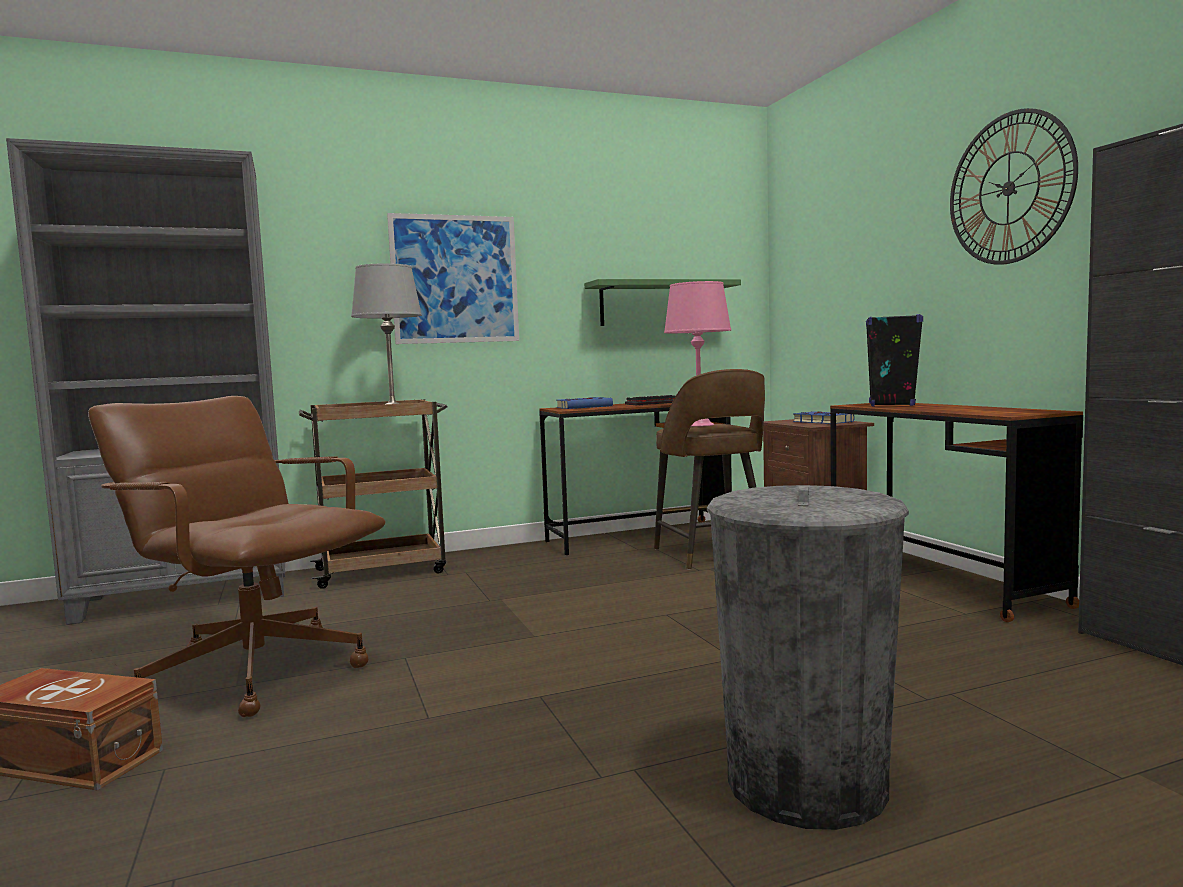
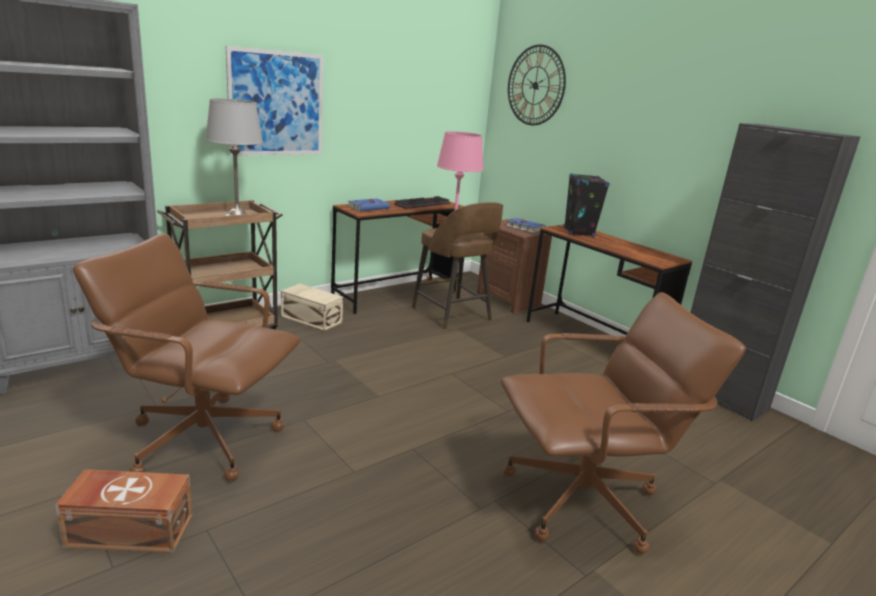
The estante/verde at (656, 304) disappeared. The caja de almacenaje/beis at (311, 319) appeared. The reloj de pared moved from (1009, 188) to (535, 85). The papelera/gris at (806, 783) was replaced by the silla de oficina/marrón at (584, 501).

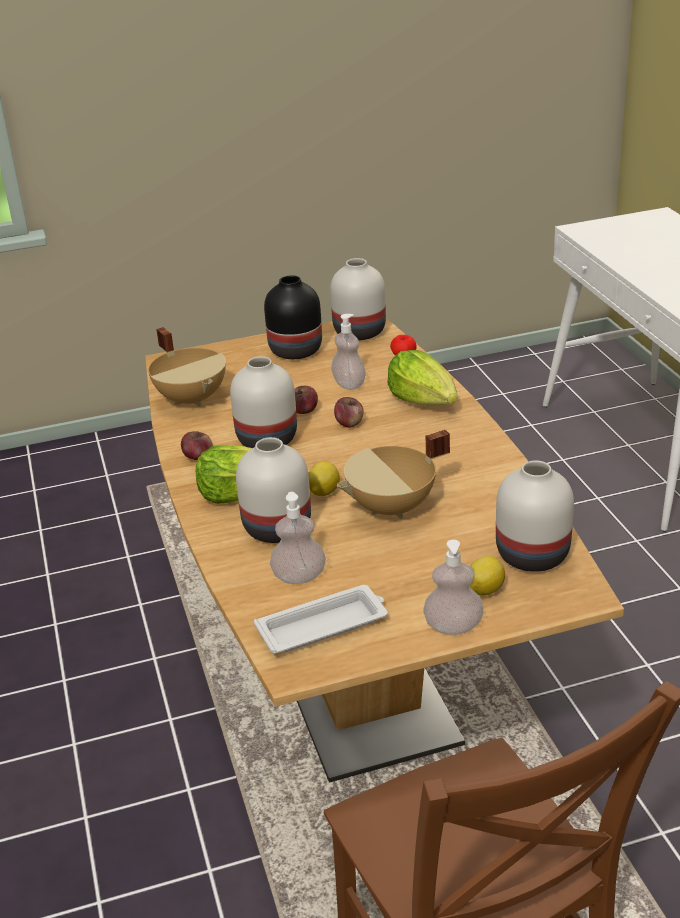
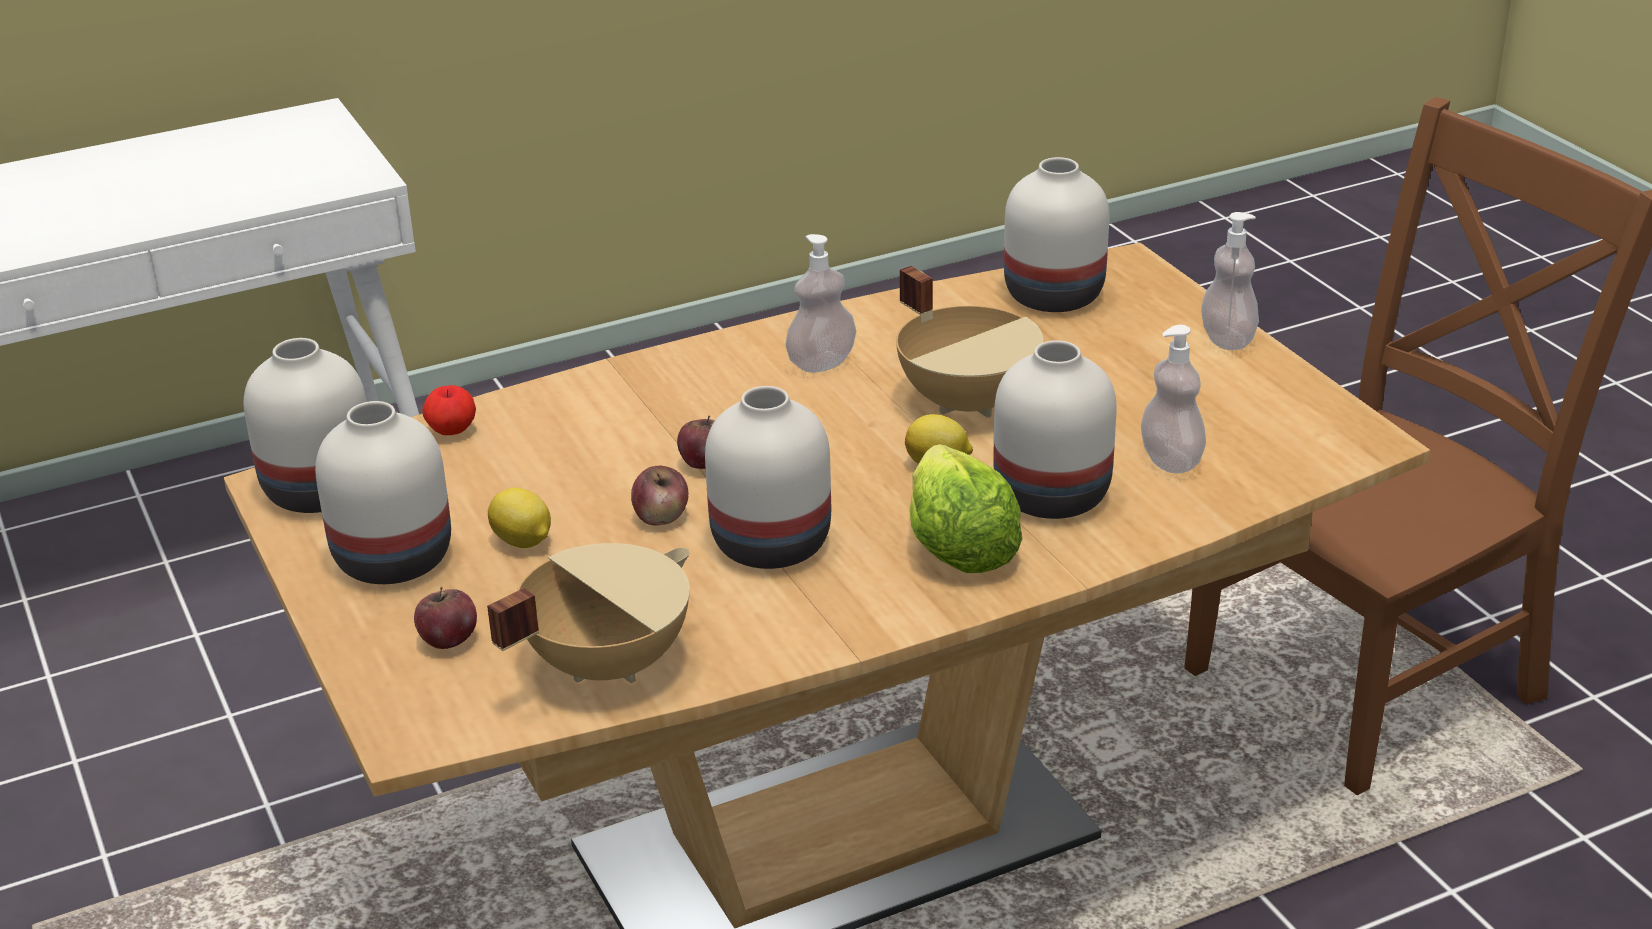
The bandeja/blanco at (324, 626) disappeared. The lechuga at (424, 400) disappeared. The manzana moved from (198, 457) to (448, 640). The dispensador de jabón moved from (349, 384) to (821, 363). The limón moved from (483, 590) to (523, 542). The florero/negro at (296, 350) became the florero/blanco at (390, 559).

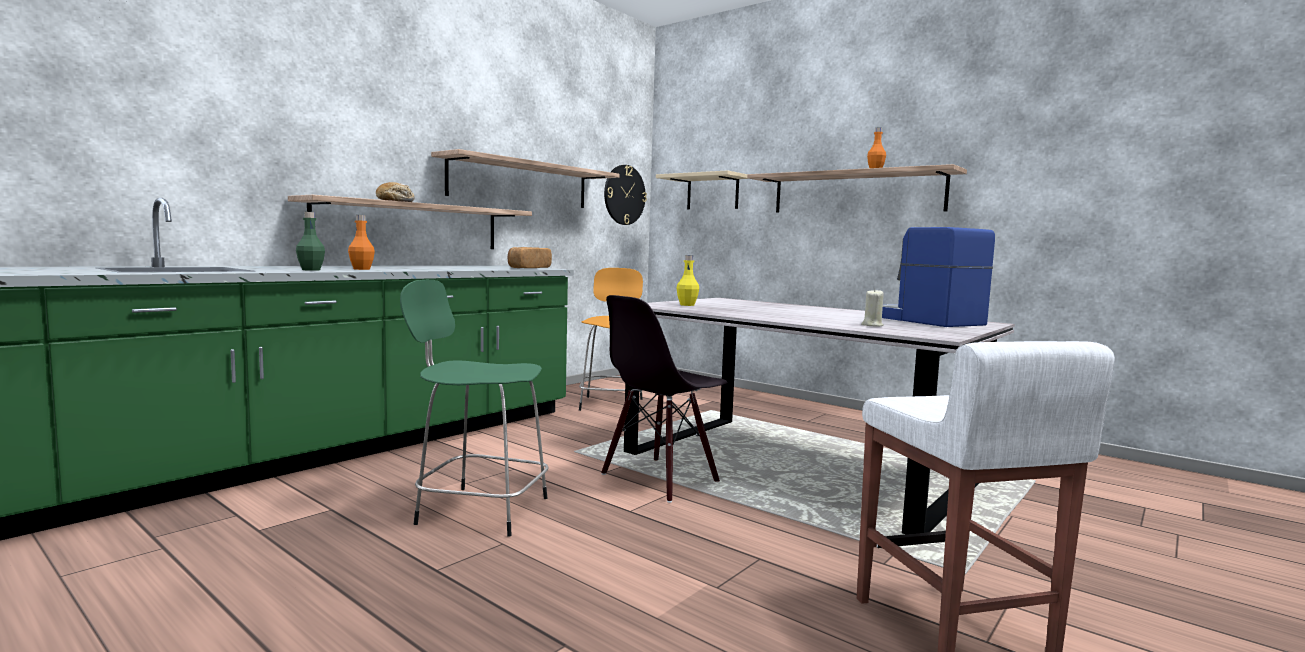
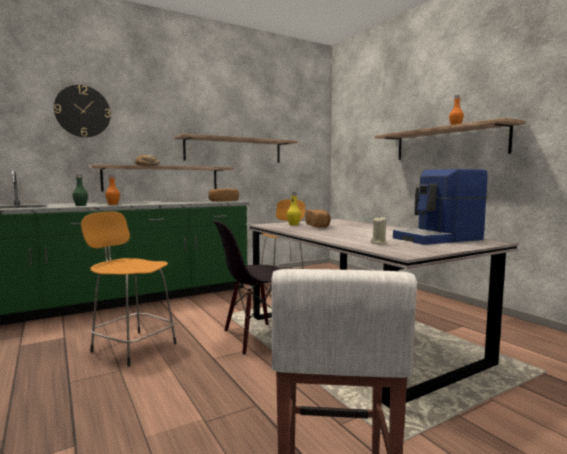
The estante/beis at (712, 192) disappeared. The pan at (318, 226) appeared. The reloj de pared moved from (624, 195) to (83, 111). The taburete/verde at (479, 510) became the taburete/naranja at (132, 347). The cafetera at (923, 320) turned 105 degrees counterclockwise.

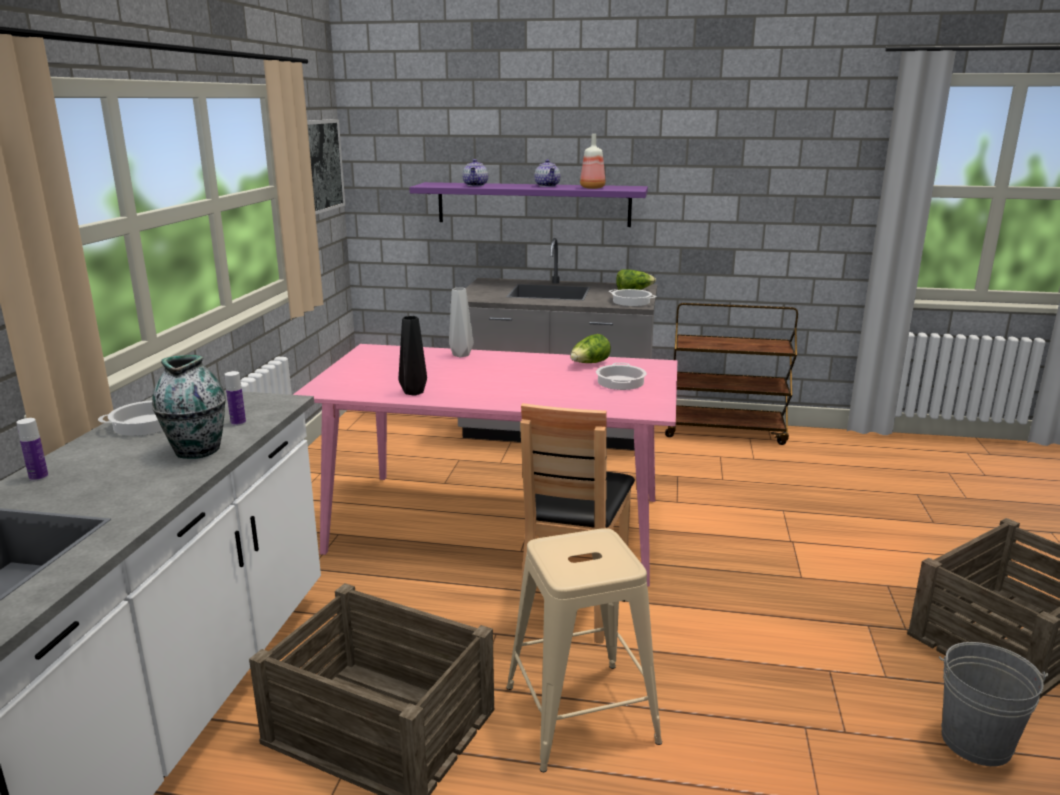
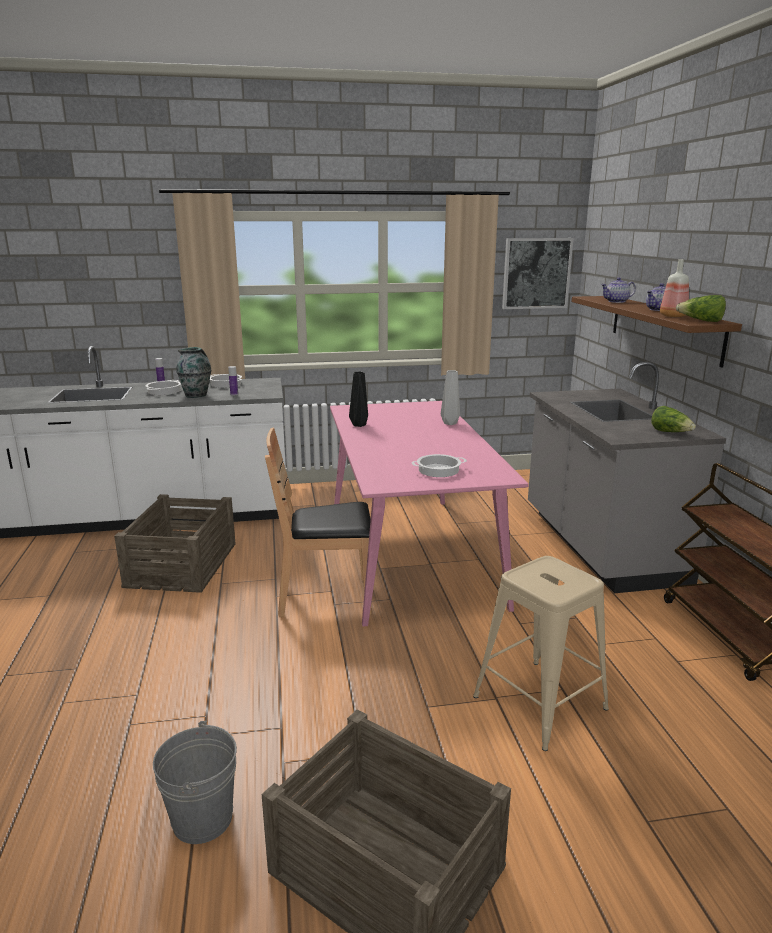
The taburete/beis moved from (580, 715) to (539, 702). The lechuga moved from (589, 364) to (701, 321). The olla moved from (630, 302) to (164, 391). The estante/morado at (533, 204) became the estante/marrón at (664, 327).

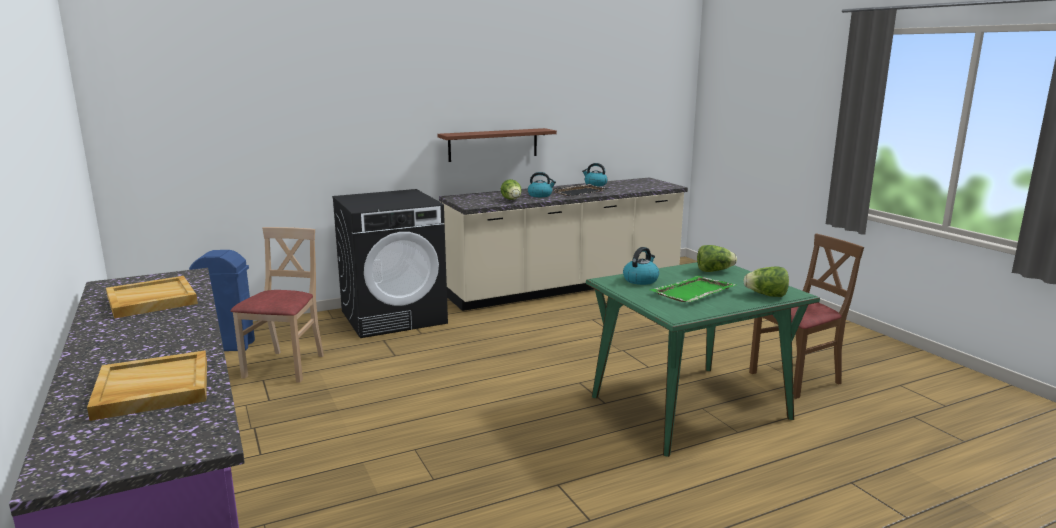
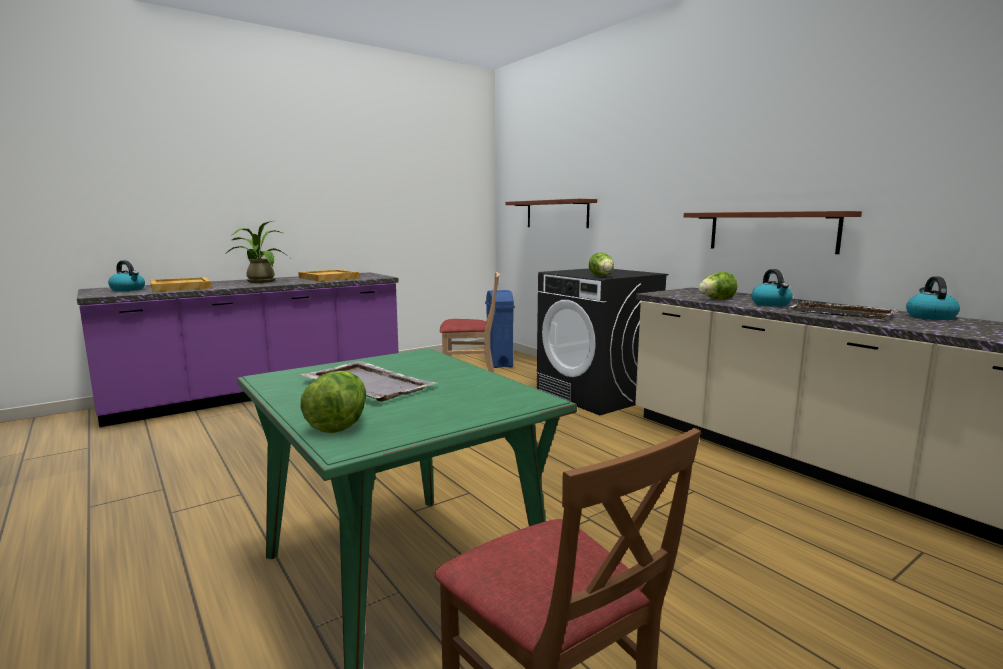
The planta en maceta at (259, 281) appeared. The estante/marrón at (556, 214) appeared. The hervidor moved from (640, 280) to (128, 289). The lechuga moved from (714, 271) to (602, 276). The bandeja/verde at (692, 292) became the bandeja/gris at (367, 384).

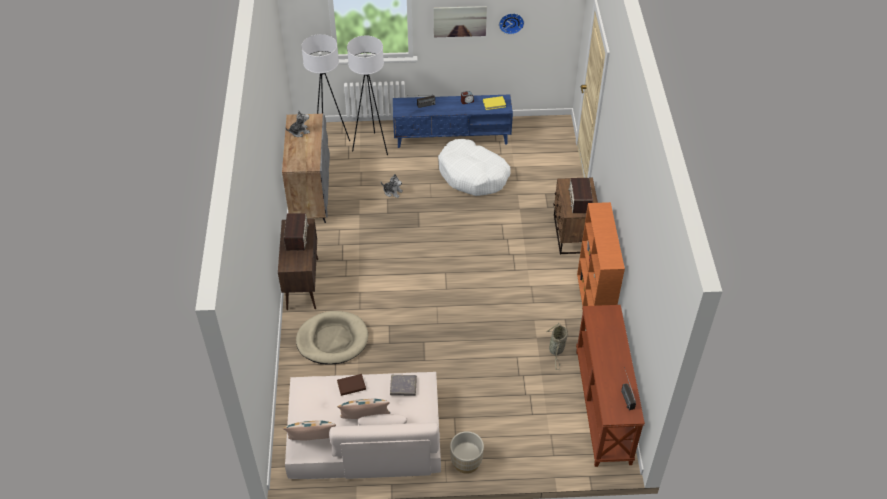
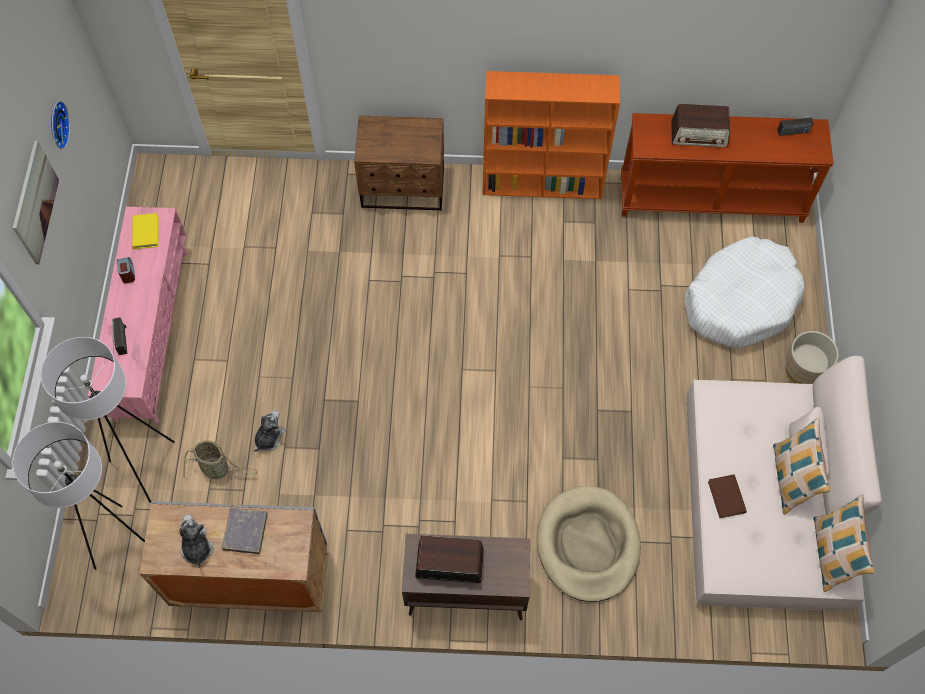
The libro/gris moved from (403, 386) to (245, 532). The cama para perro/blanco moved from (473, 175) to (740, 300). The cesta moved from (556, 350) to (217, 469). The radio moved from (579, 201) to (699, 134). The mueble de televisión/azul at (452, 137) became the mueble de televisión/rosa at (151, 333).

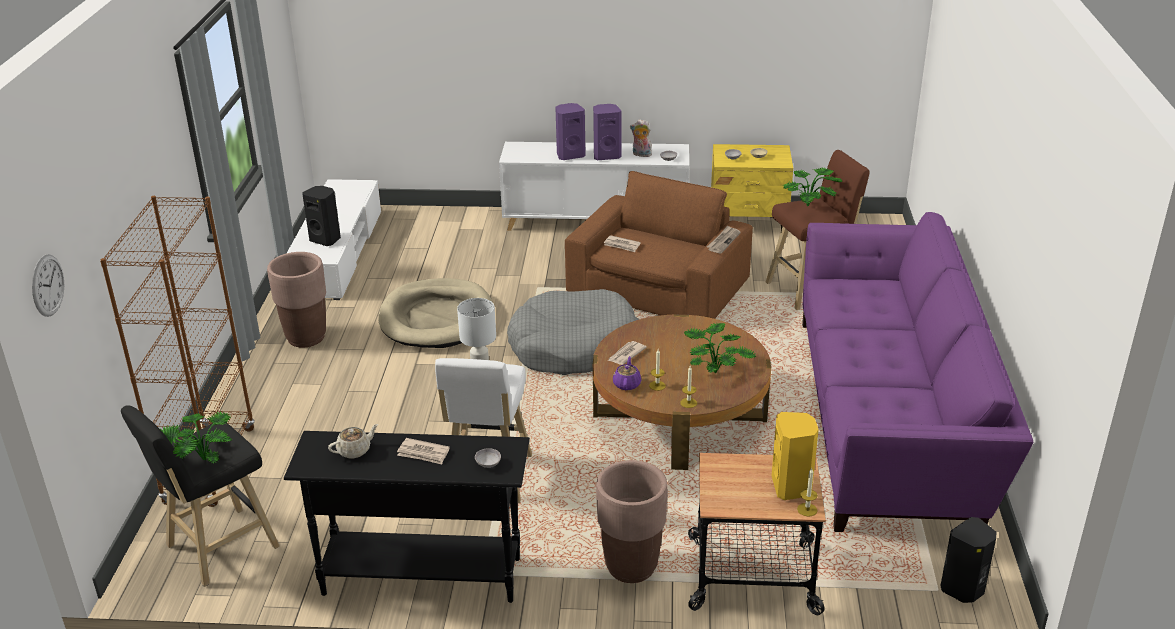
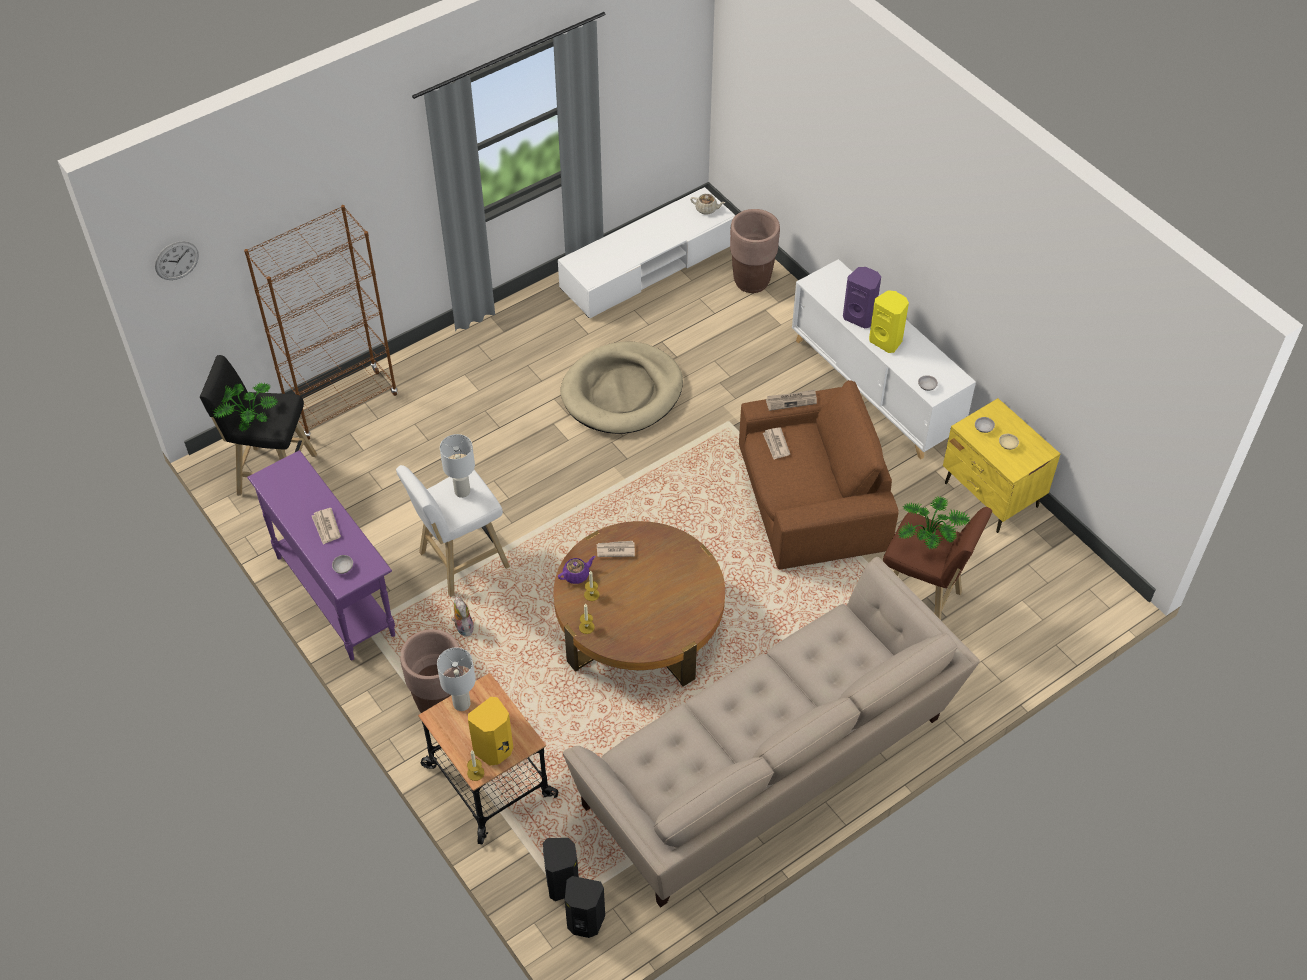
The cama para perro/gris at (574, 347) disappeared. The planta en maceta at (716, 370) disappeared. The lámpara de mesa/blanco at (462, 703) appeared. The maceta/marrón moved from (306, 337) to (751, 281). The altavoz/negro moved from (326, 239) to (563, 883). The tetera/beis moved from (355, 450) to (706, 209). The peluche moved from (641, 154) to (463, 627). The periódico moved from (723, 241) to (791, 401). The mesa consola/negro at (421, 576) became the mesa consola/morado at (335, 595). The altavoz/morado at (606, 155) became the altavoz/amarillo at (886, 341). The sofá/morado at (891, 419) became the sofá/beis at (767, 769).

